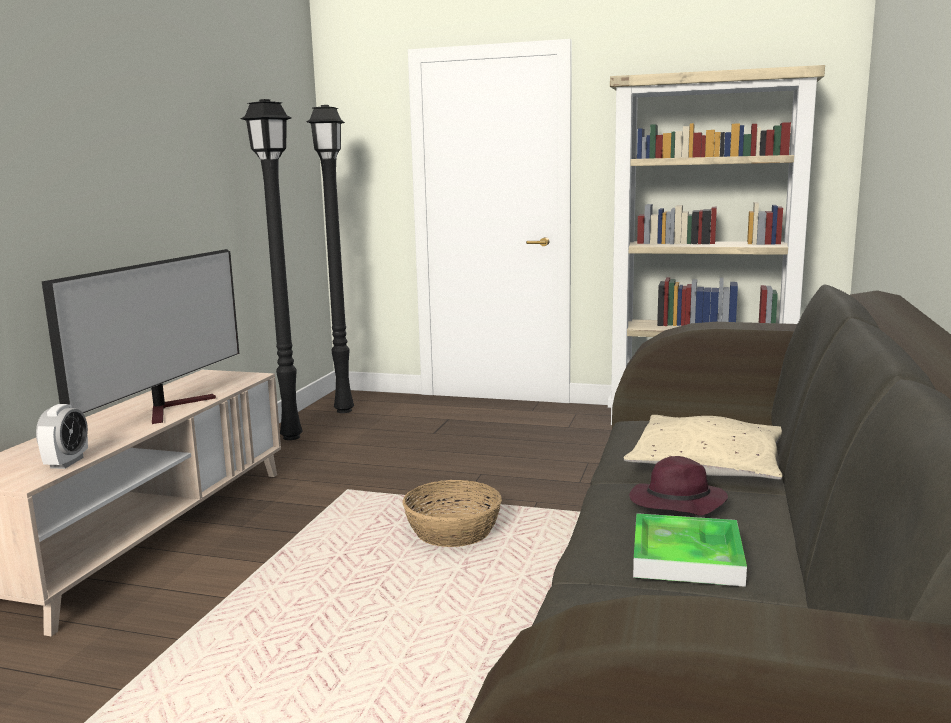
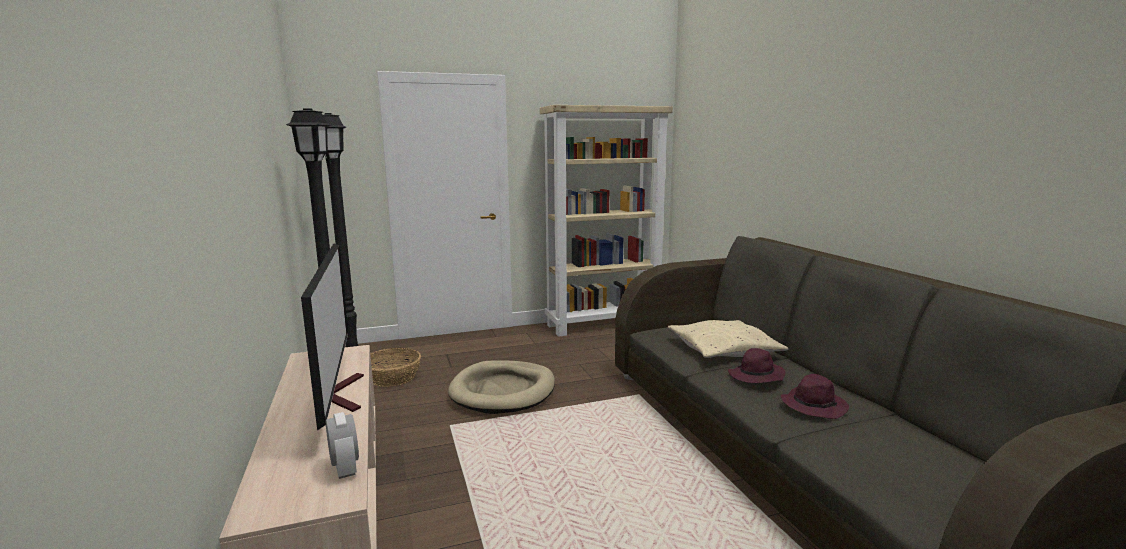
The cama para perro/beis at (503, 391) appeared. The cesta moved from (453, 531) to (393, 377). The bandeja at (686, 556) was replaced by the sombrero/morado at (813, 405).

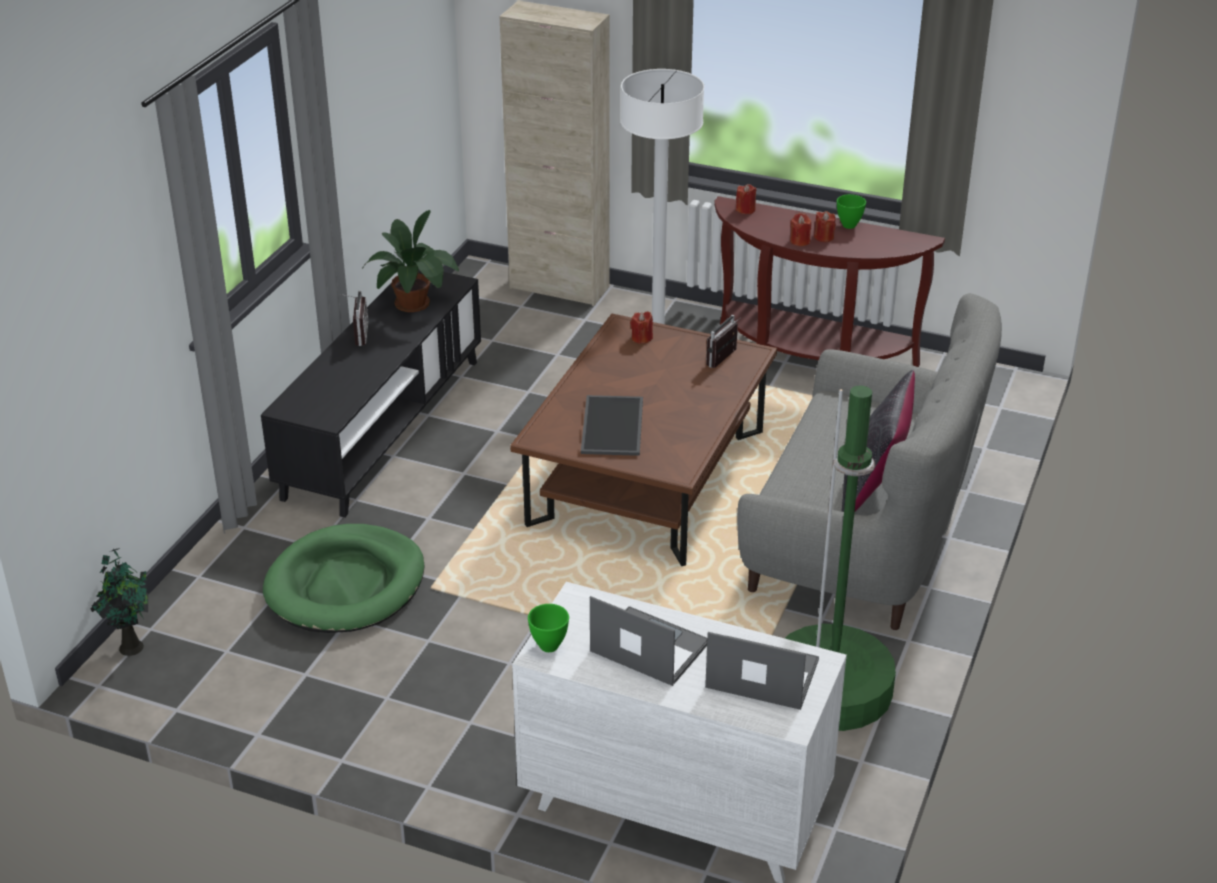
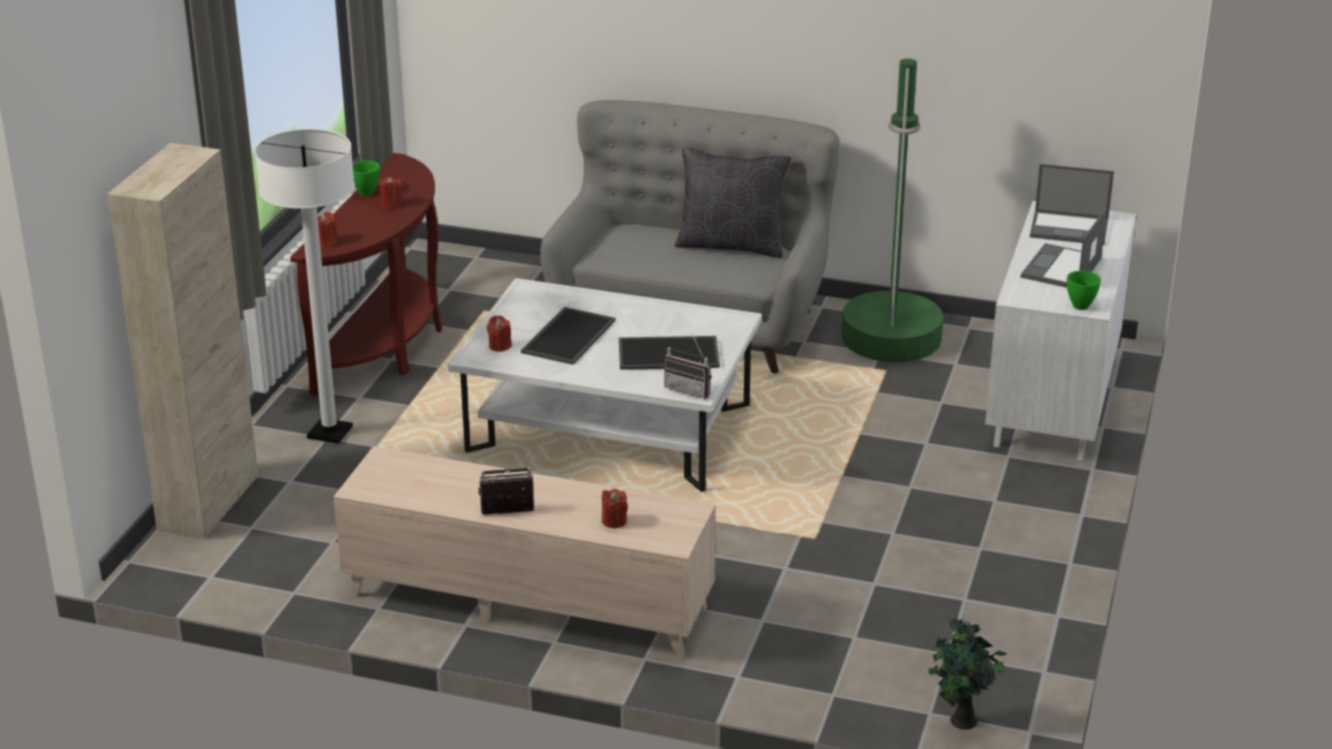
The cama para perro/verde at (346, 585) disappeared. The planta en maceta at (415, 303) disappeared. The bandeja at (567, 335) appeared. The radio moved from (725, 360) to (690, 389). The vela/rojo moved from (800, 241) to (614, 521). The mueble de televisión/negro at (383, 428) became the mueble de televisión/beis at (528, 601). The mesa de centro/marrón at (648, 478) became the mesa de centro/blanco at (609, 428). The portátil at (760, 674) turned 90 degrees counterclockwise.

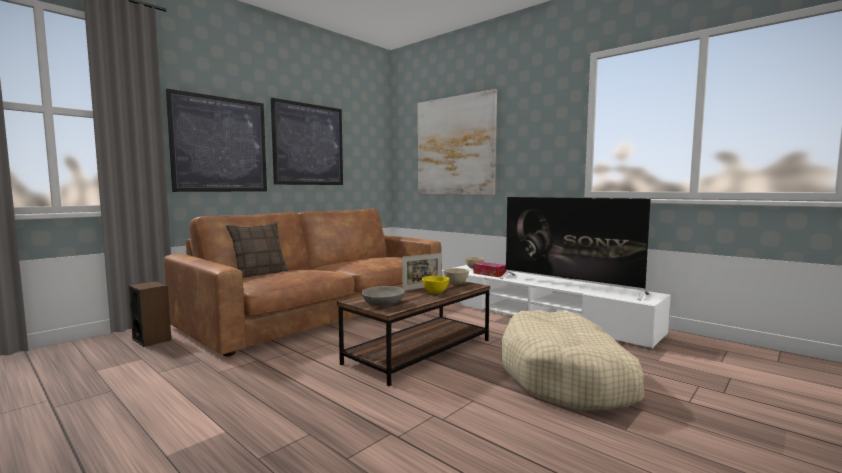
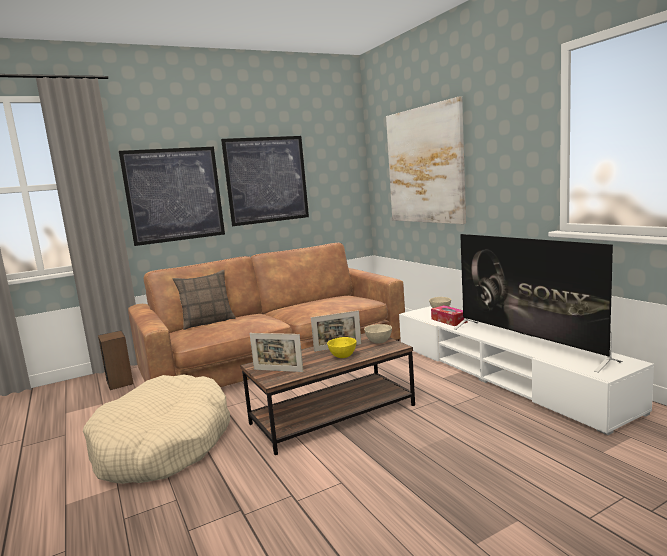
The cama para perro/beis moved from (567, 377) to (163, 445). The cuenco/gris at (383, 303) was replaced by the portarretratos at (278, 370).

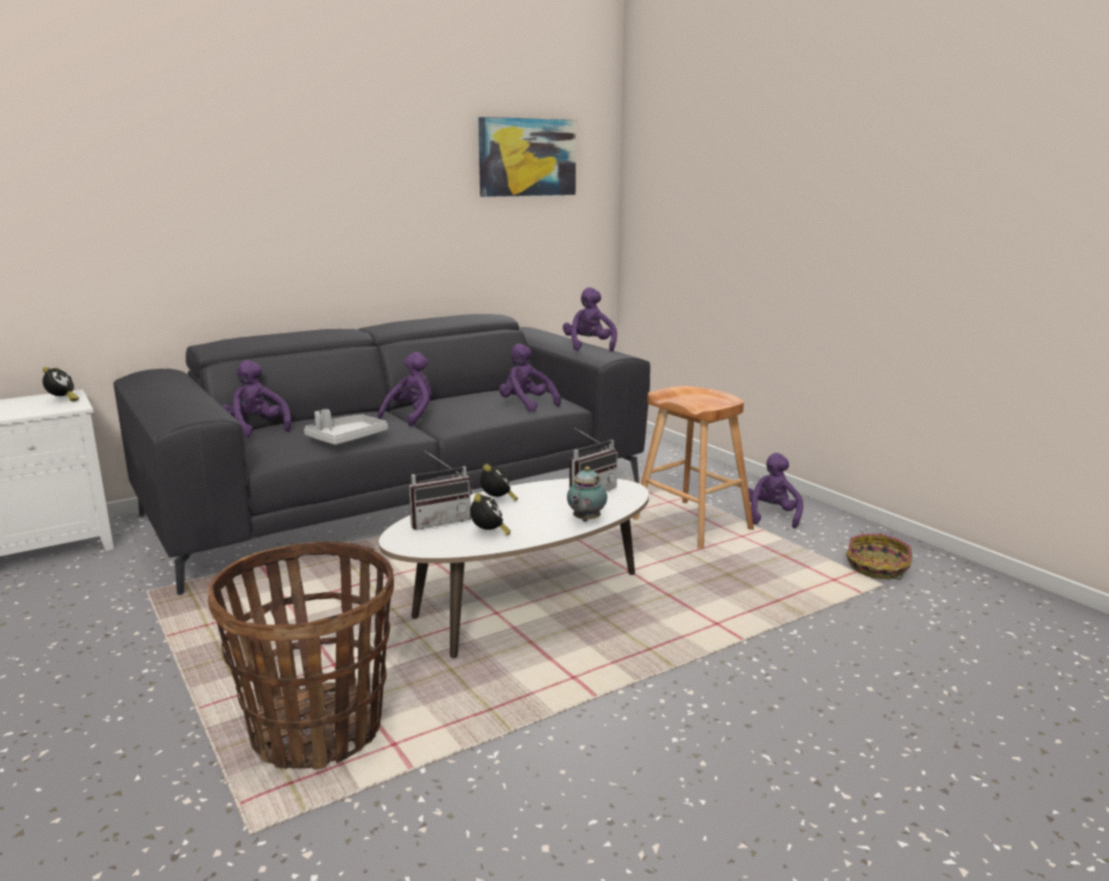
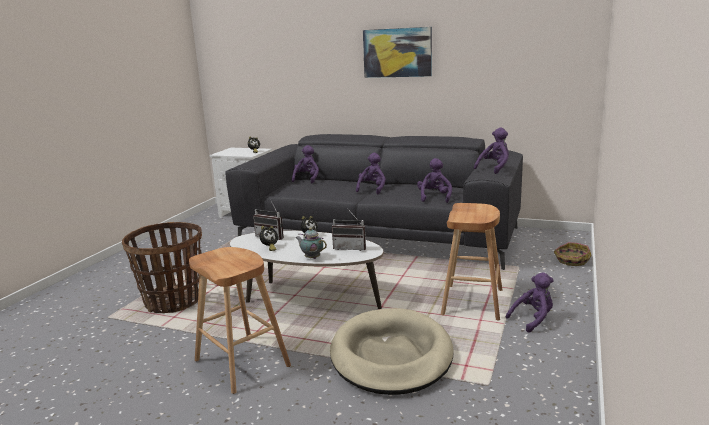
The bandeja/gris at (346, 438) disappeared. The taburete/marrón at (241, 363) appeared. The cama para perro/beis at (391, 356) appeared. The cuadro moved from (527, 157) to (397, 52). The cesta moved from (877, 568) to (571, 261). The peluche/morado at (411, 416) turned 60 degrees counterclockwise. The tetera at (585, 520) turned 45 degrees clockwise.

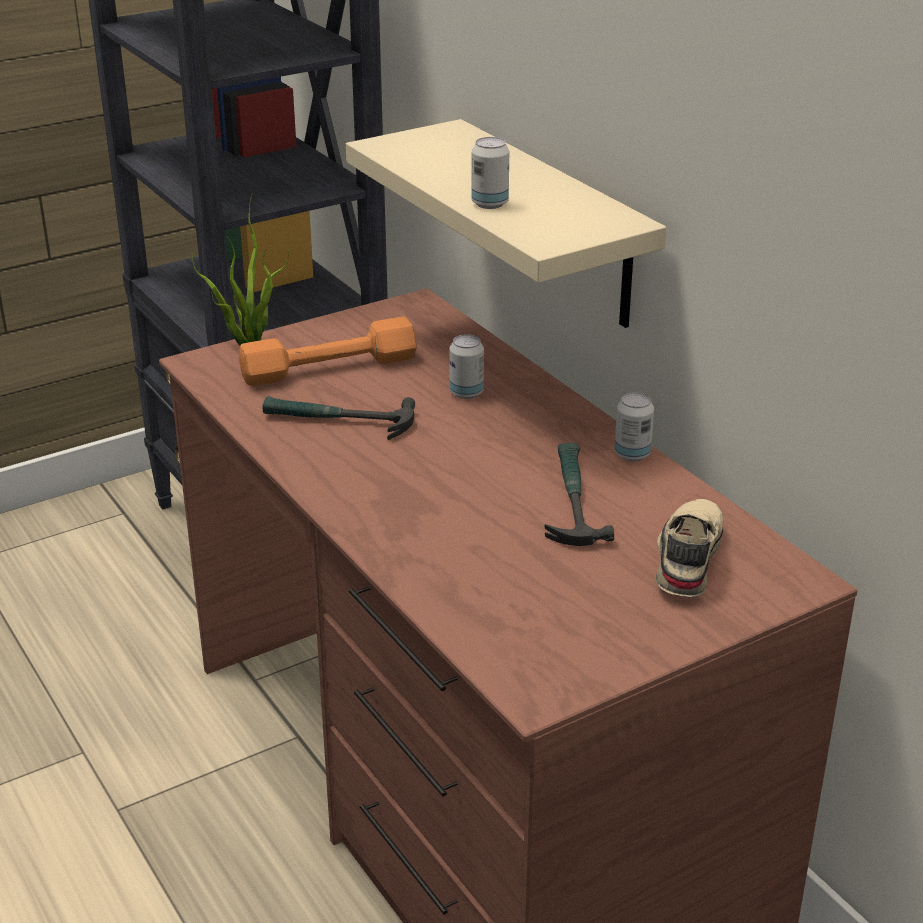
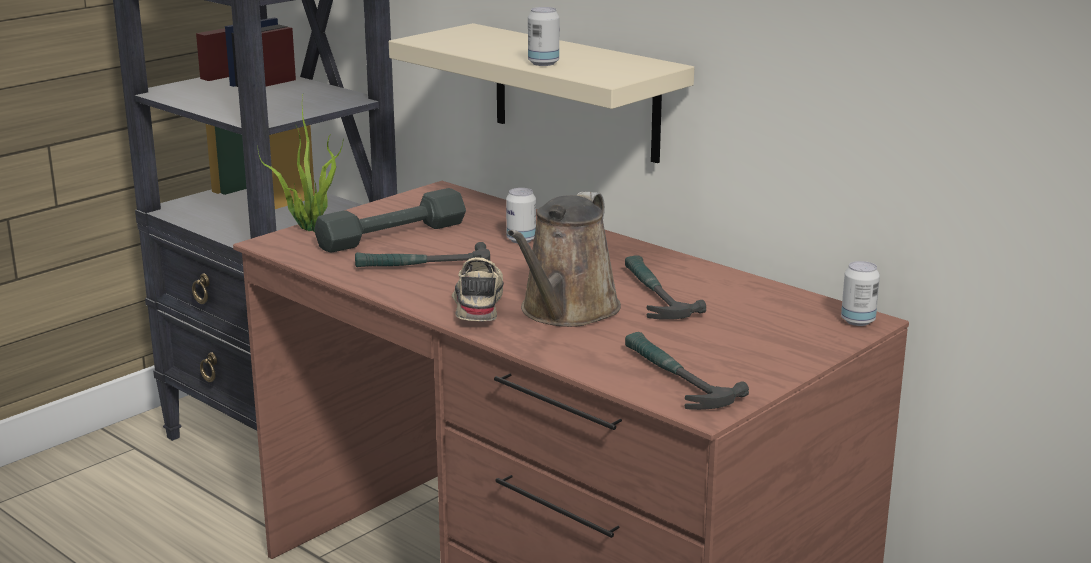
The regadera/marrón at (566, 311) appeared. The martillo at (674, 378) appeared. The lata moved from (632, 454) to (858, 321). The zapato/beis moved from (685, 558) to (477, 304). The mancuerna/naranja at (329, 368) became the mancuerna/gris at (392, 236).

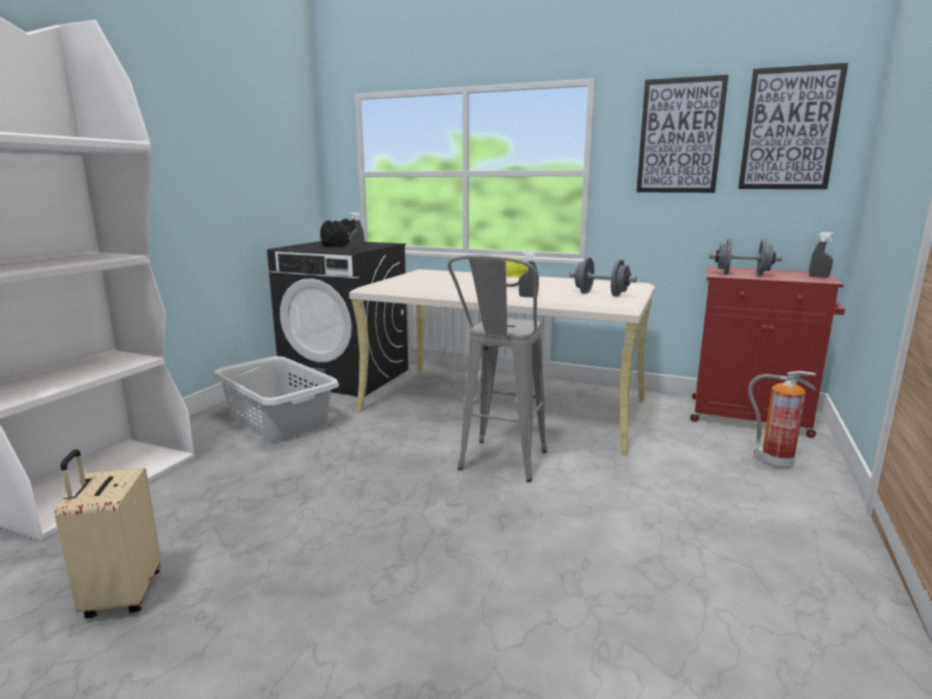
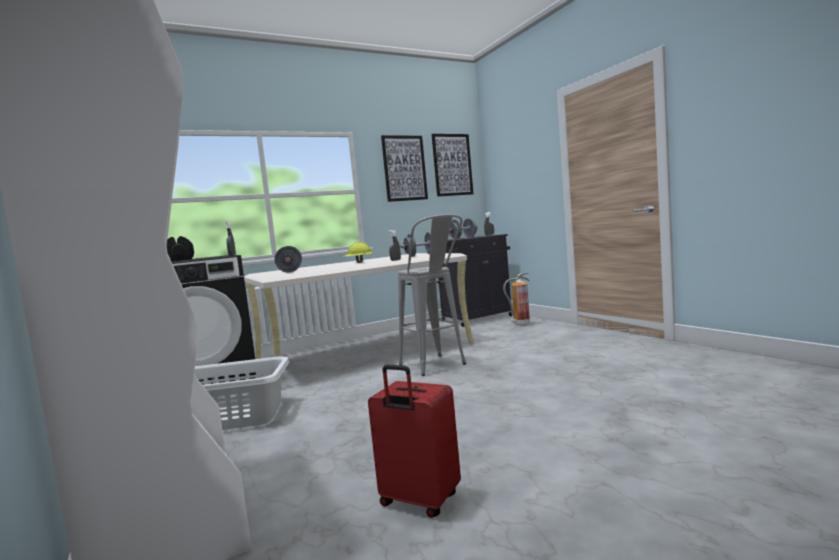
The mancuerna/gris at (290, 271) appeared. The maleta/beis at (121, 595) became the maleta/rojo at (419, 501). The armario/rojo at (751, 417) became the armario/negro at (478, 318).

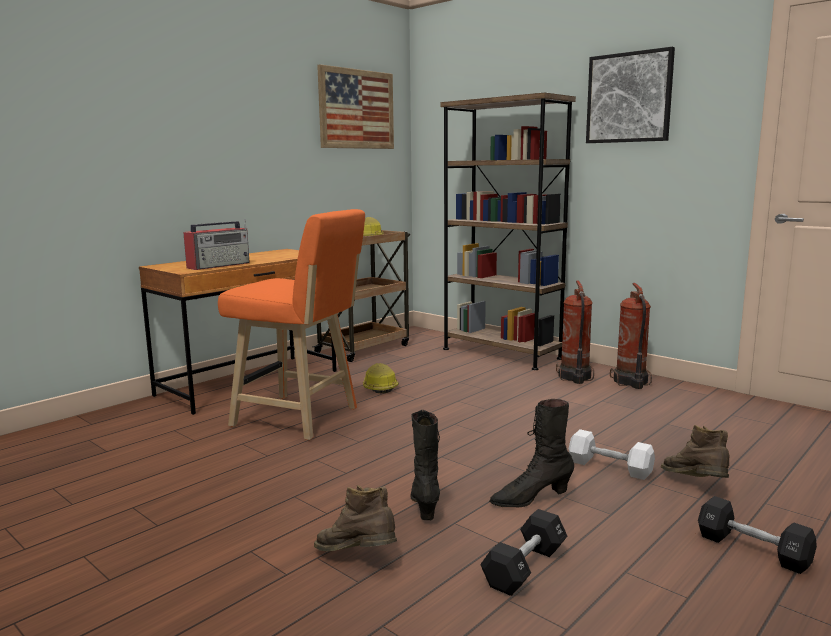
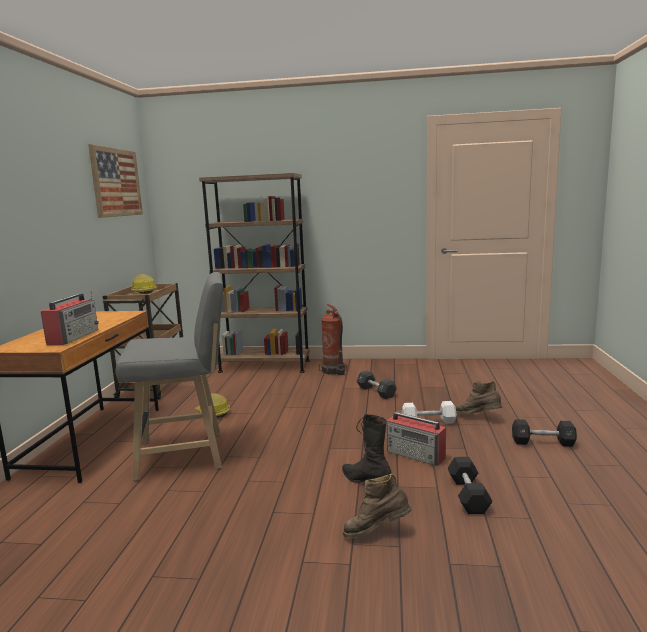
The cuadro at (629, 98) disappeared. The extintor at (630, 382) disappeared. The mancuerna/negro at (376, 392) appeared. The bota/negro at (531, 498) was replaced by the radio at (416, 455). The taburete/naranja at (301, 418) became the taburete/gris at (187, 454).

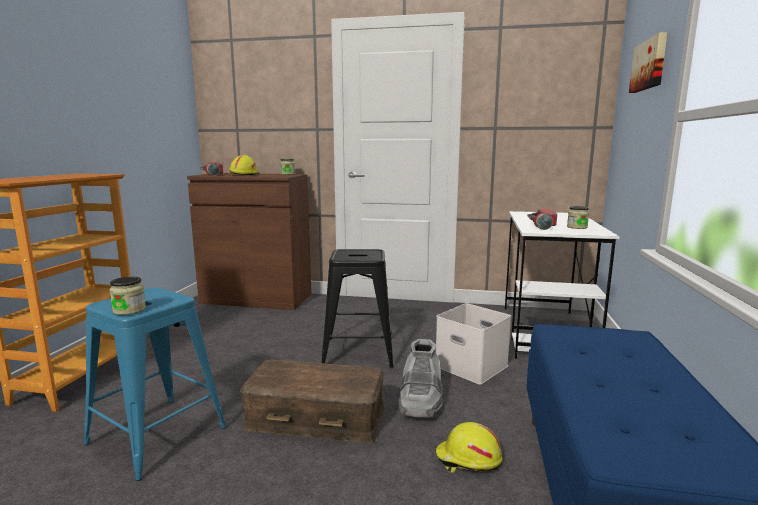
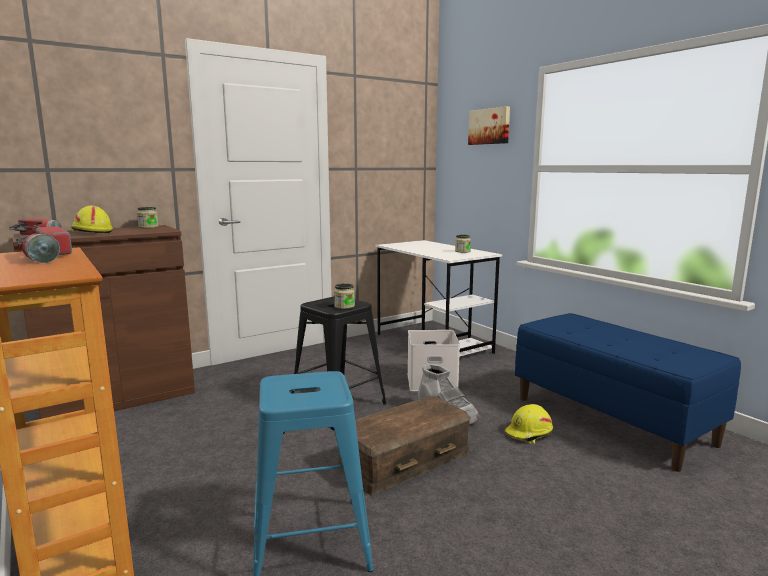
The tarro moved from (129, 310) to (344, 306). The linterna moved from (542, 226) to (46, 257).

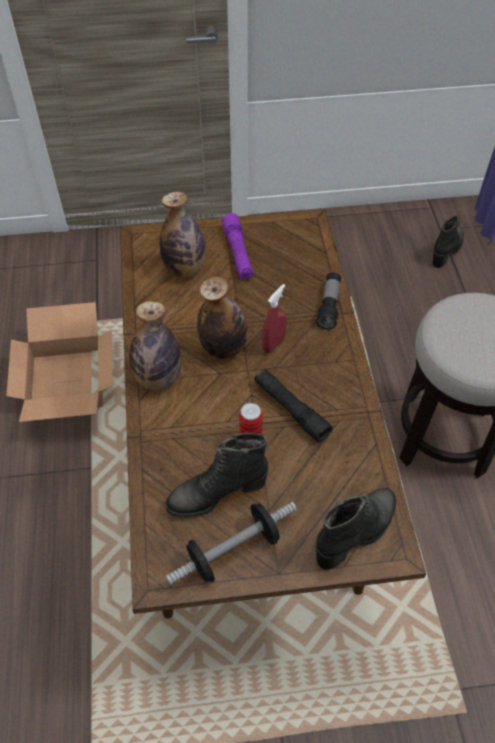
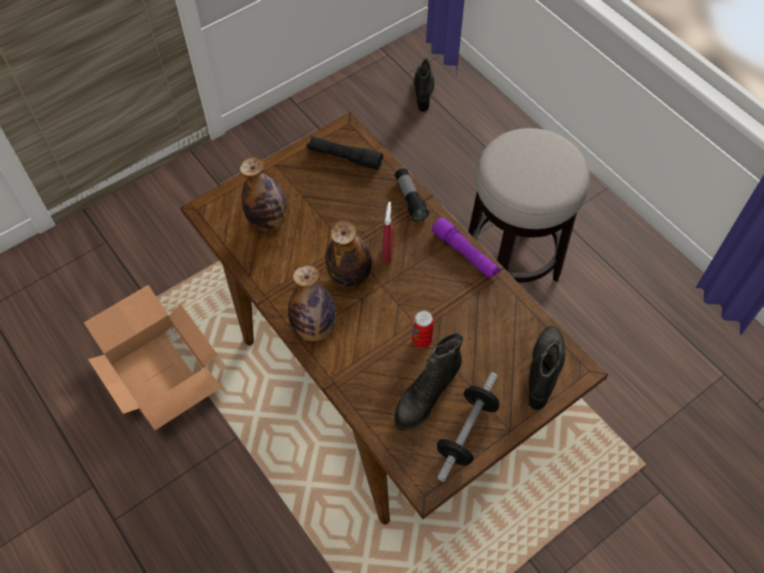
The linterna/morado moved from (238, 253) to (465, 253). The linterna/negro moved from (291, 409) to (344, 157).

